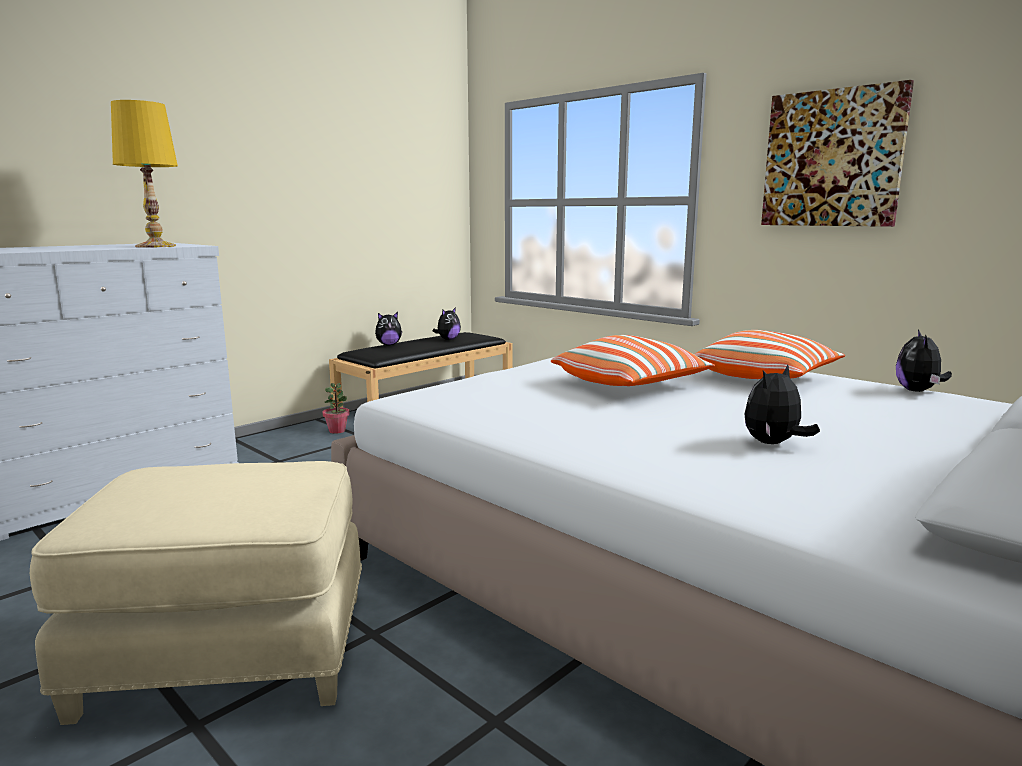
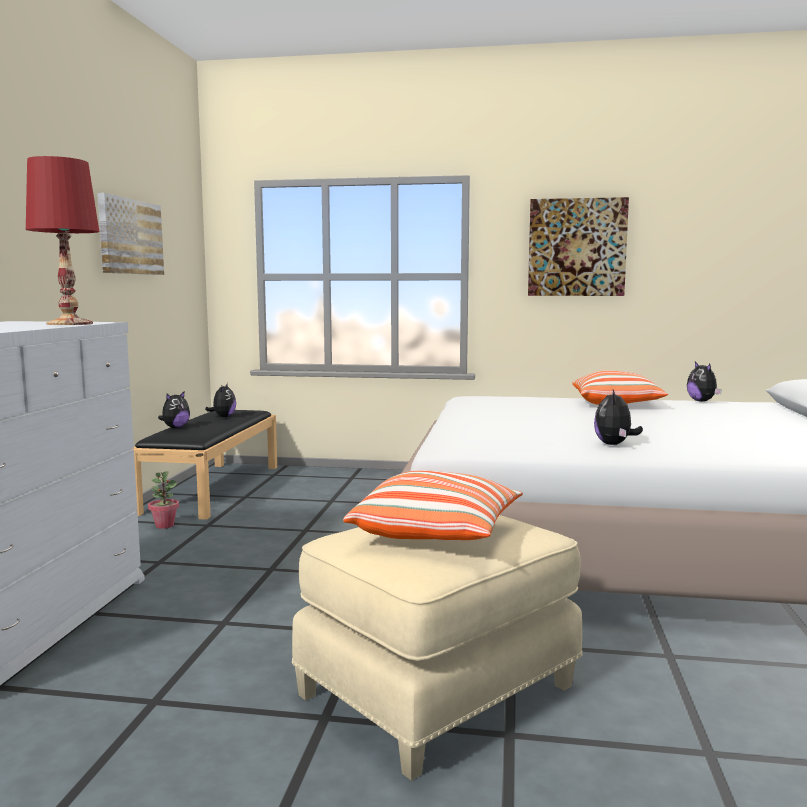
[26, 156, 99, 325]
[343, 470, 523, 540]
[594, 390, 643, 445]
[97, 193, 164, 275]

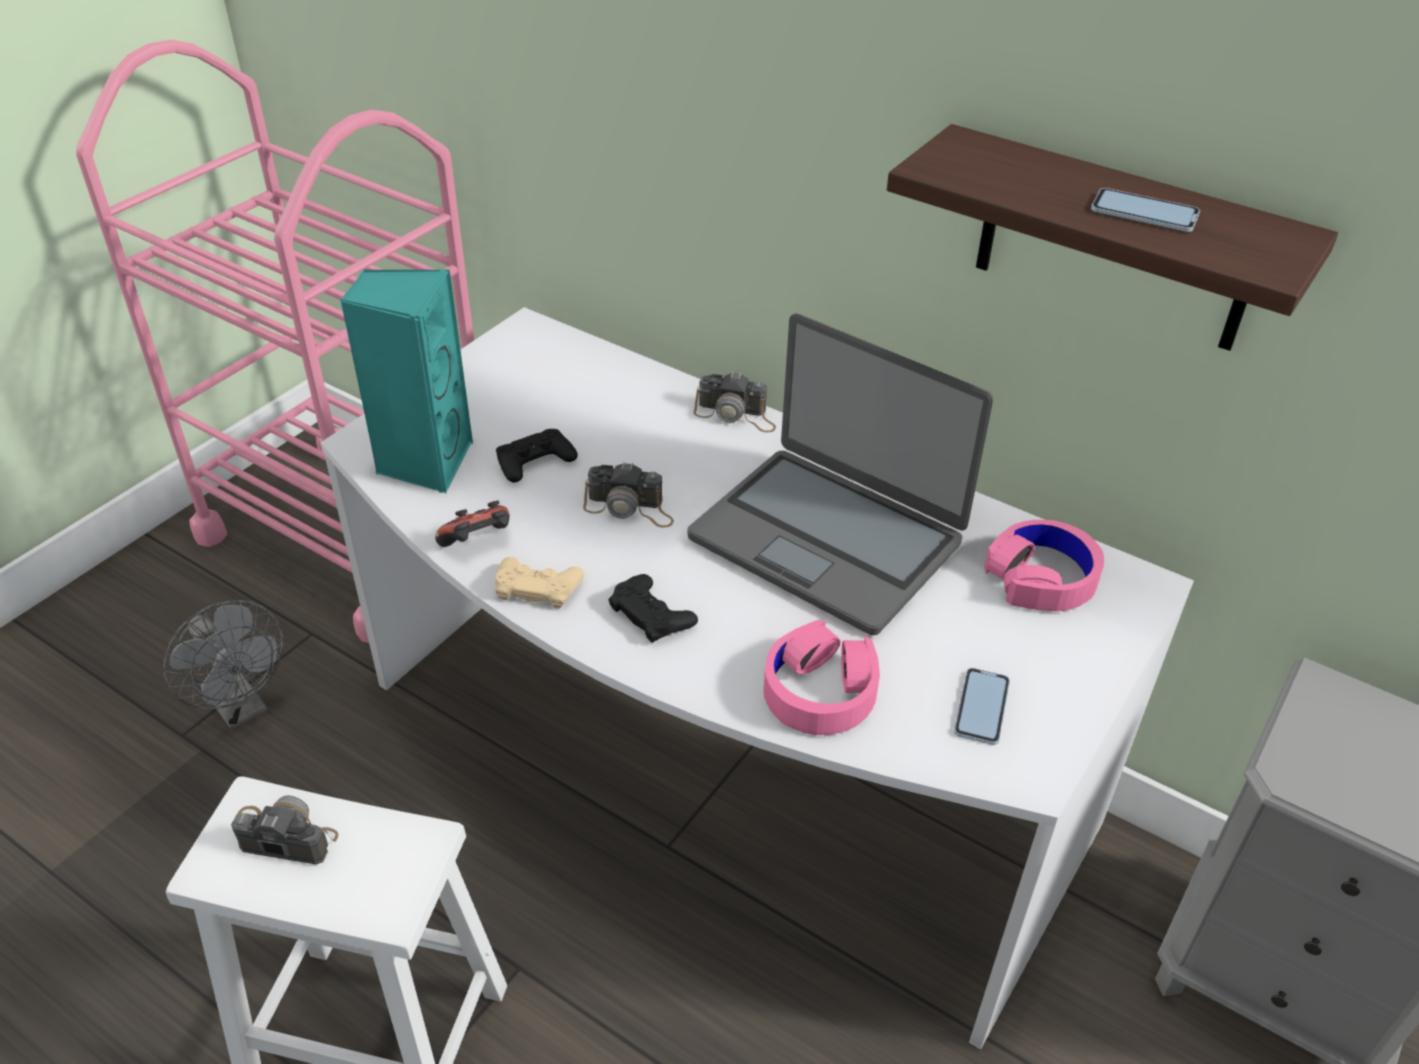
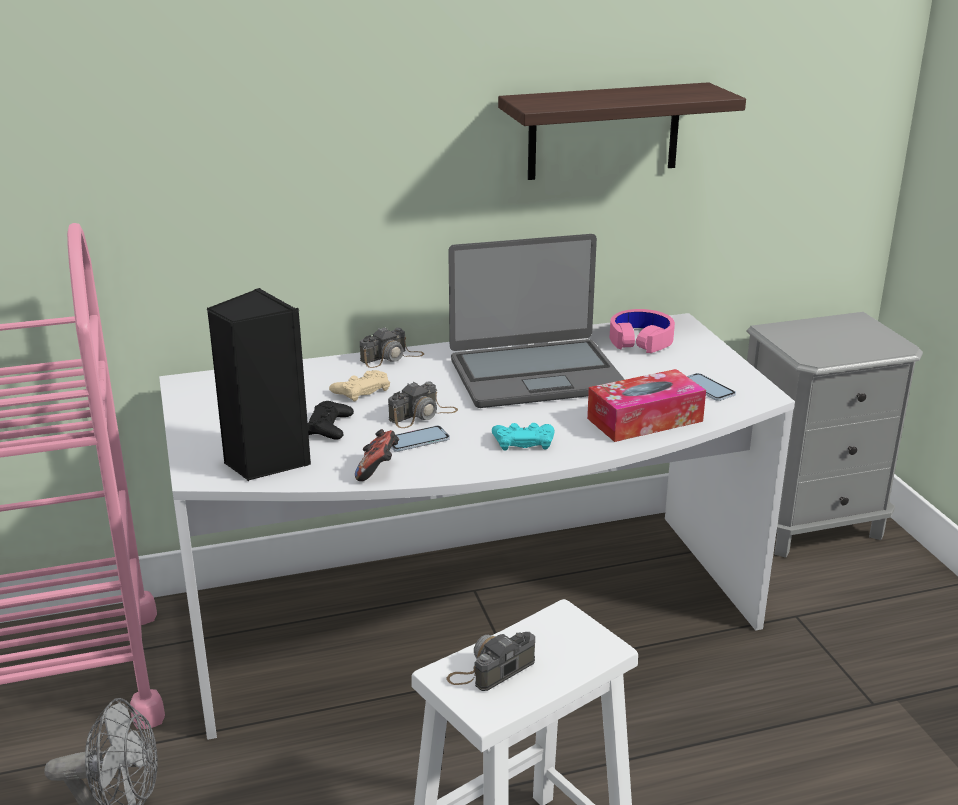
[207, 288, 311, 481]
[329, 370, 390, 402]
[492, 423, 554, 450]
[587, 369, 706, 442]
[391, 425, 450, 452]

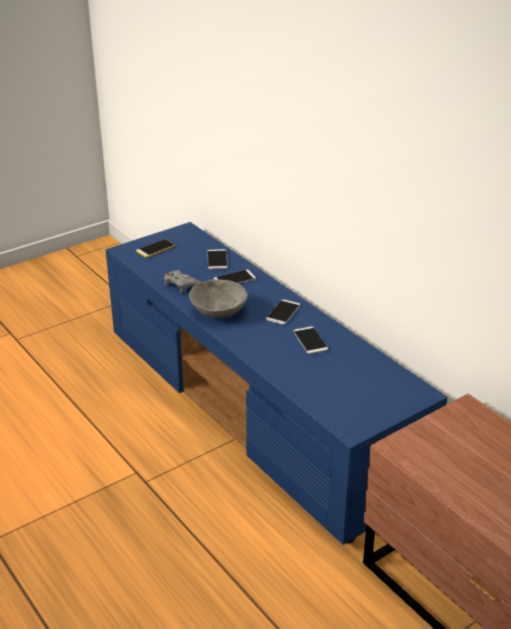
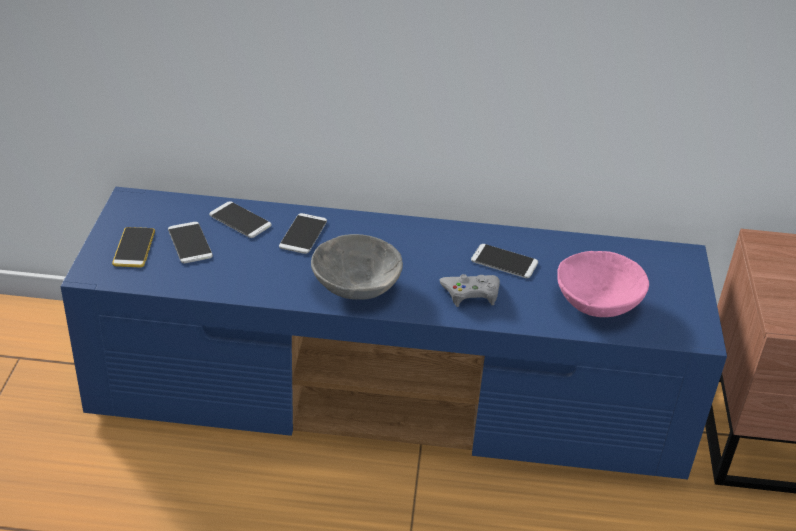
[440, 274, 500, 307]
[168, 222, 213, 263]
[557, 251, 649, 317]

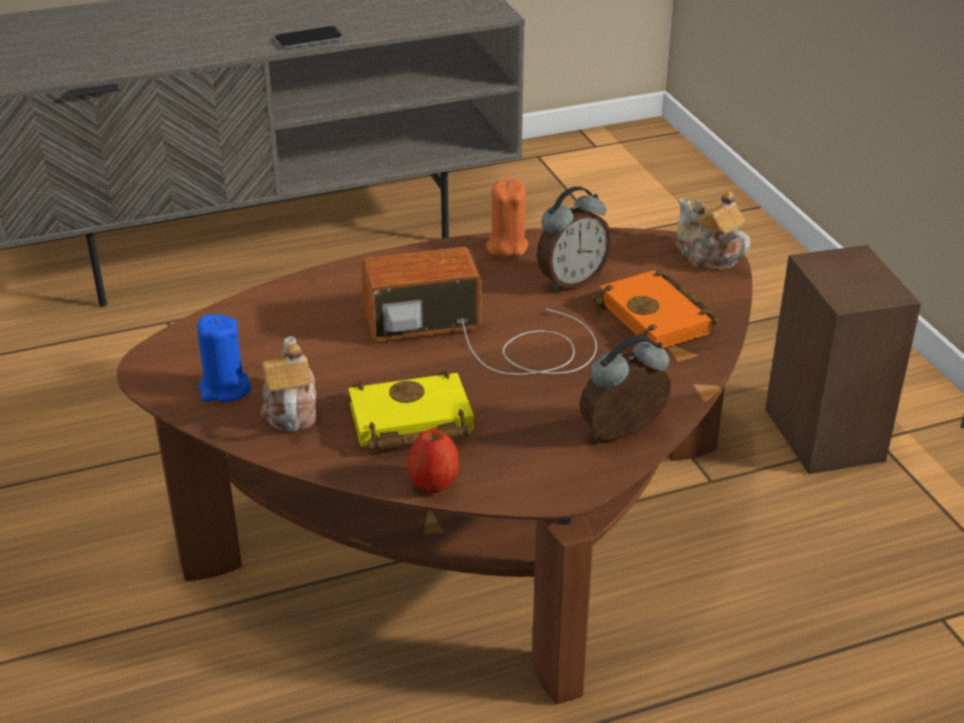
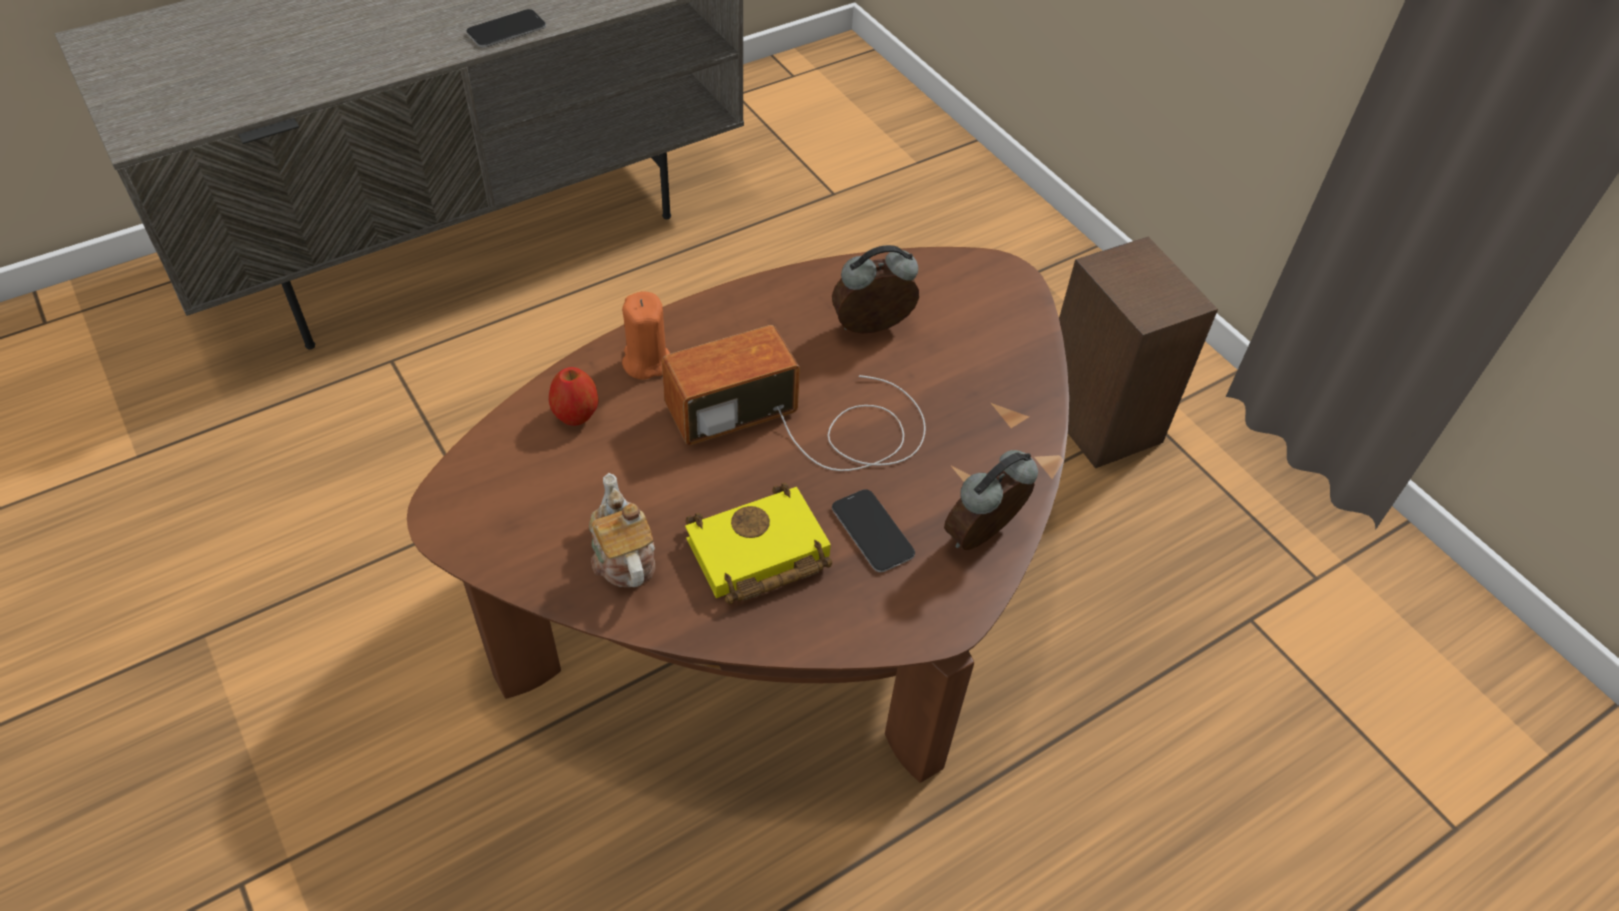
[197, 314, 251, 402] (first image)
[549, 367, 599, 426]
[622, 292, 670, 380]
[832, 245, 919, 334]
[591, 270, 719, 348] (first image)
[676, 191, 750, 270] (first image)
[832, 489, 915, 572]

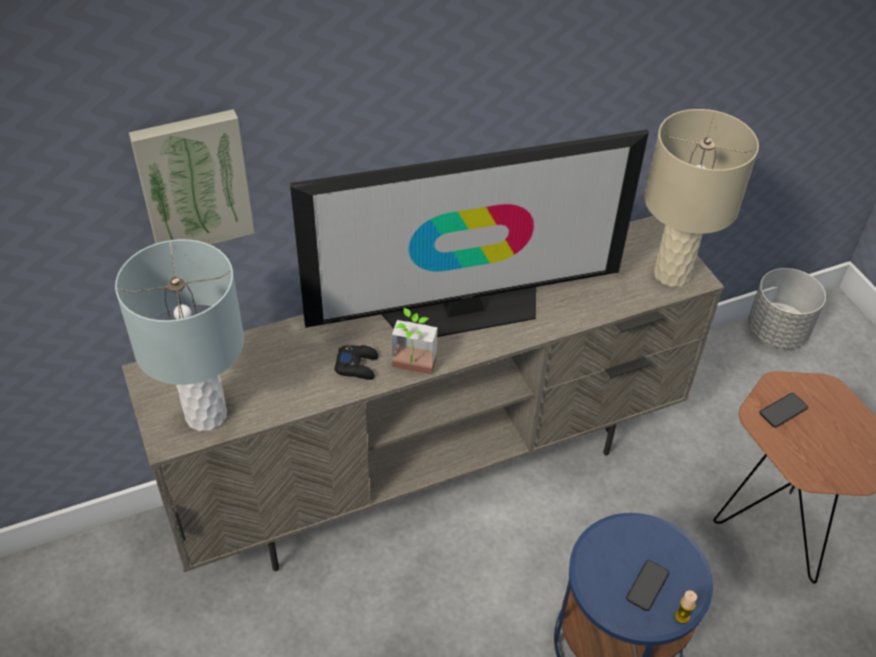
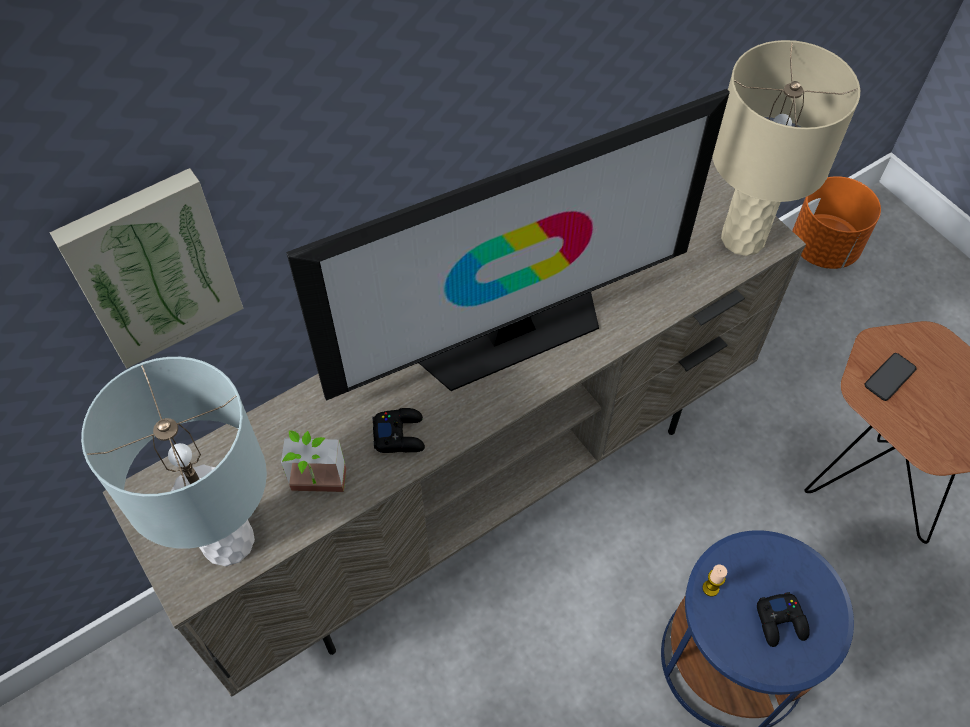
[281, 430, 346, 492]
[757, 592, 810, 647]
[702, 565, 727, 597]
[792, 176, 881, 269]

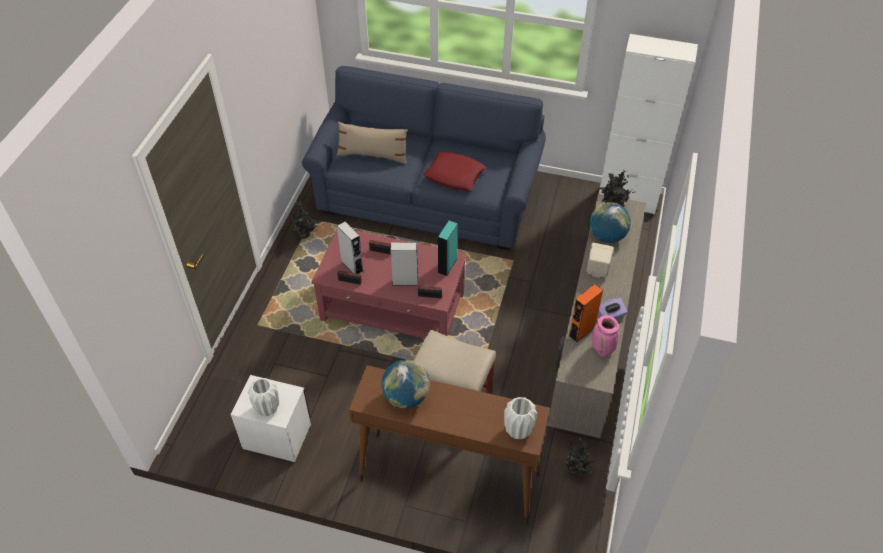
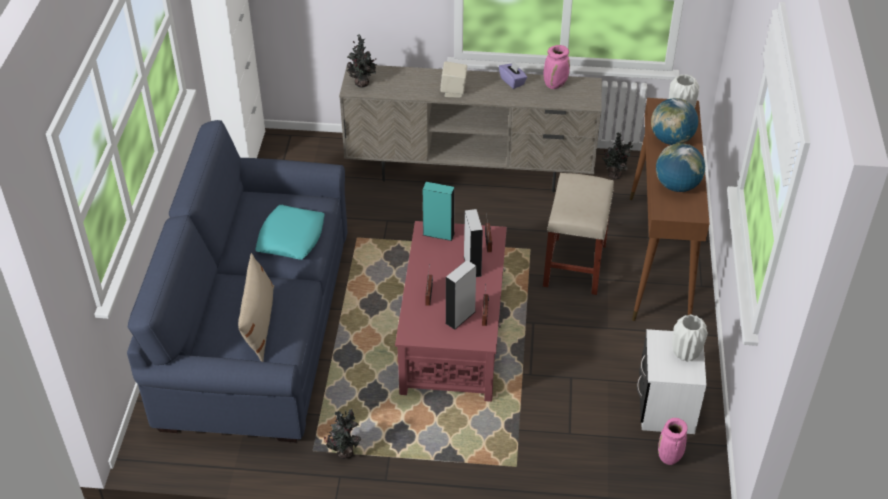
[255, 205, 325, 260]
[569, 284, 603, 343] (first image)
[651, 98, 698, 145]
[658, 418, 688, 465]

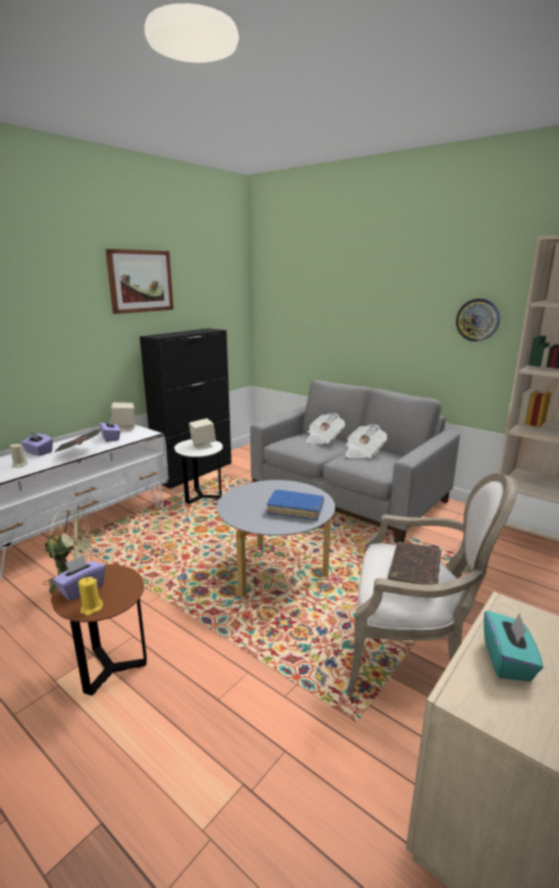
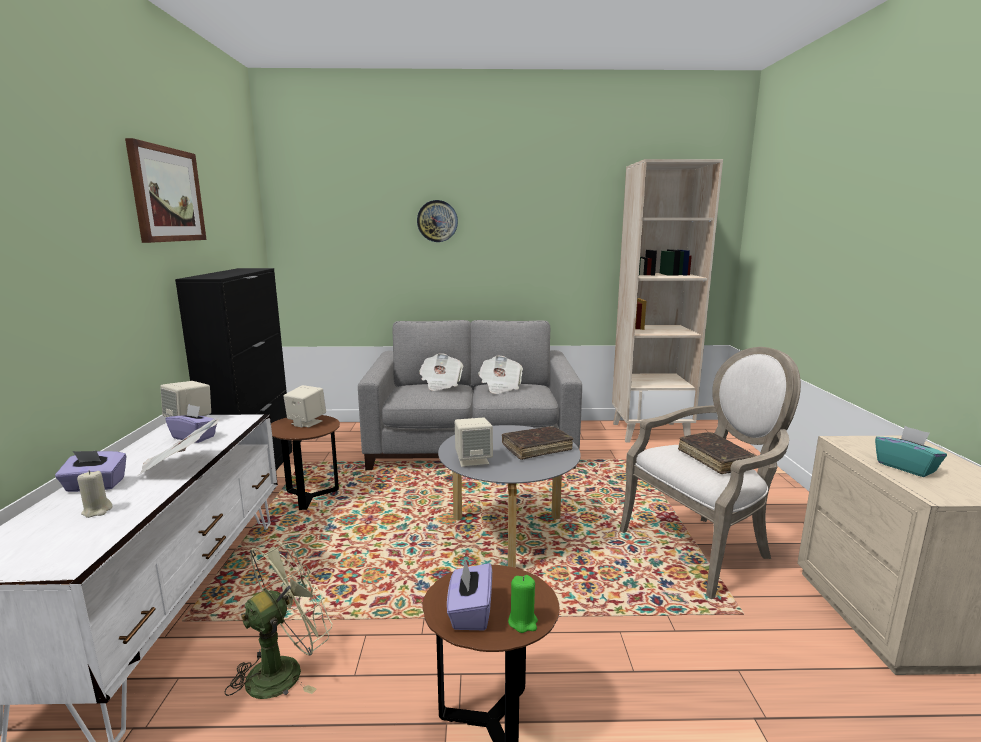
[508, 575, 538, 633]
[271, 415, 340, 510]
[502, 426, 573, 460]
[417, 200, 458, 242]
[455, 417, 493, 467]

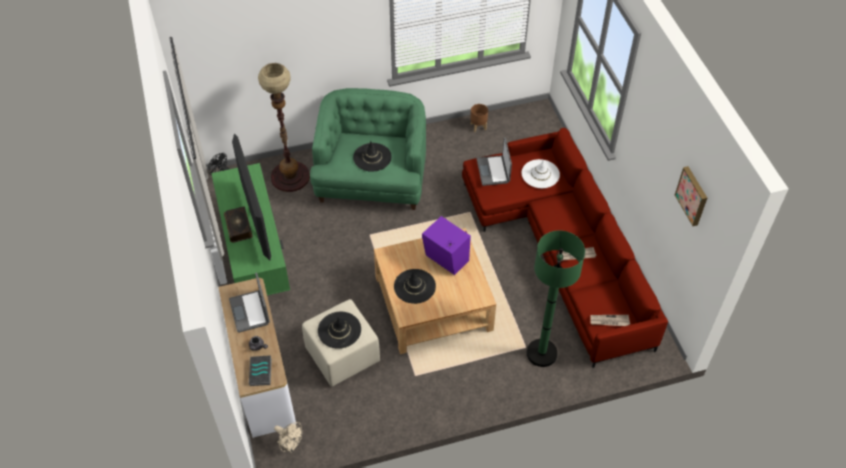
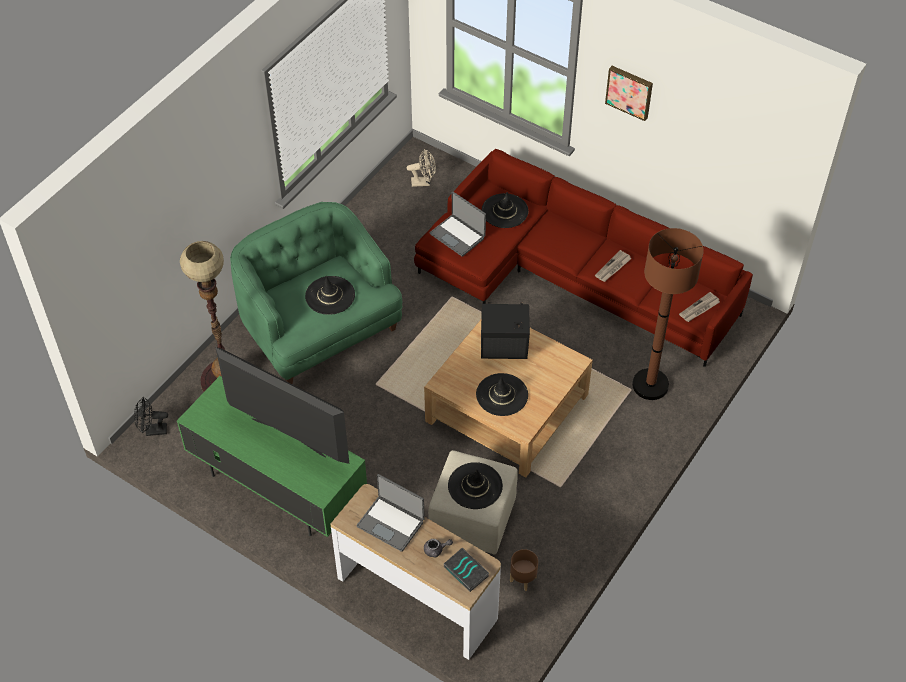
[224, 207, 253, 243] (first image)
[407, 149, 436, 187]
[481, 302, 530, 359]
[510, 549, 538, 591]
[482, 192, 528, 228]
[632, 228, 704, 400]
[605, 66, 653, 121]

